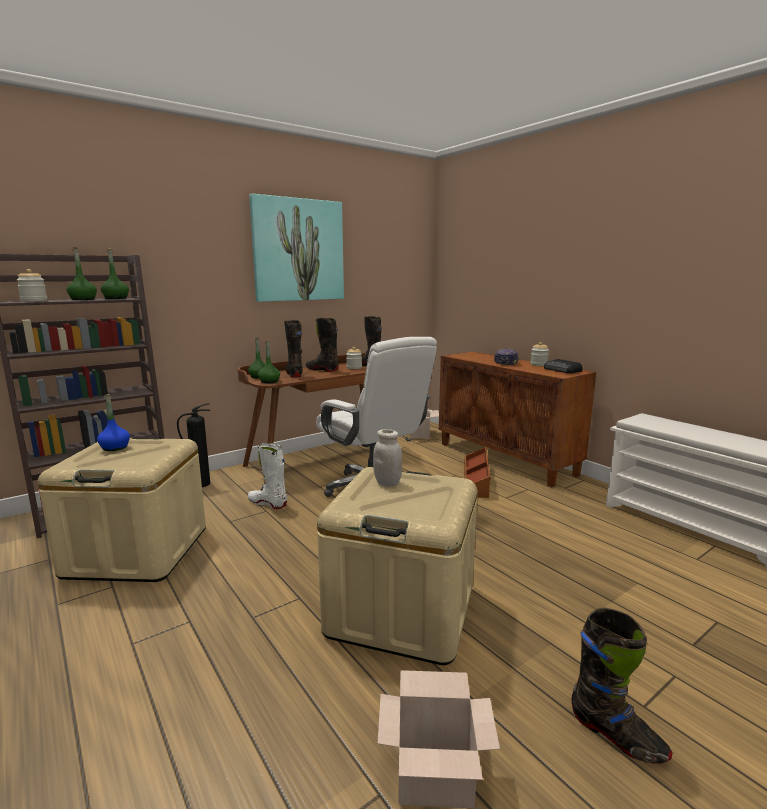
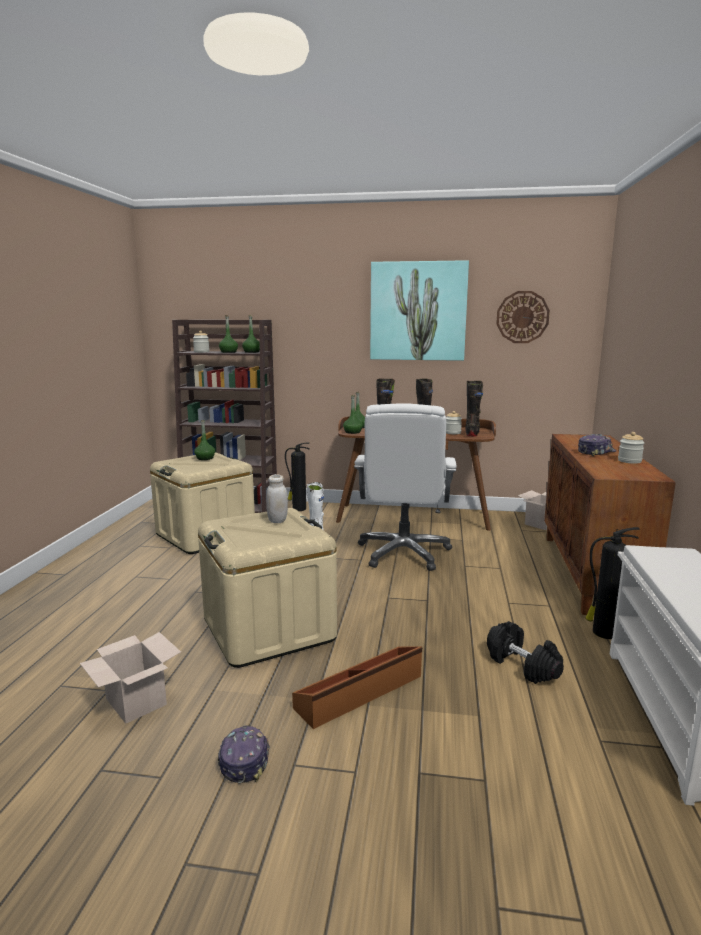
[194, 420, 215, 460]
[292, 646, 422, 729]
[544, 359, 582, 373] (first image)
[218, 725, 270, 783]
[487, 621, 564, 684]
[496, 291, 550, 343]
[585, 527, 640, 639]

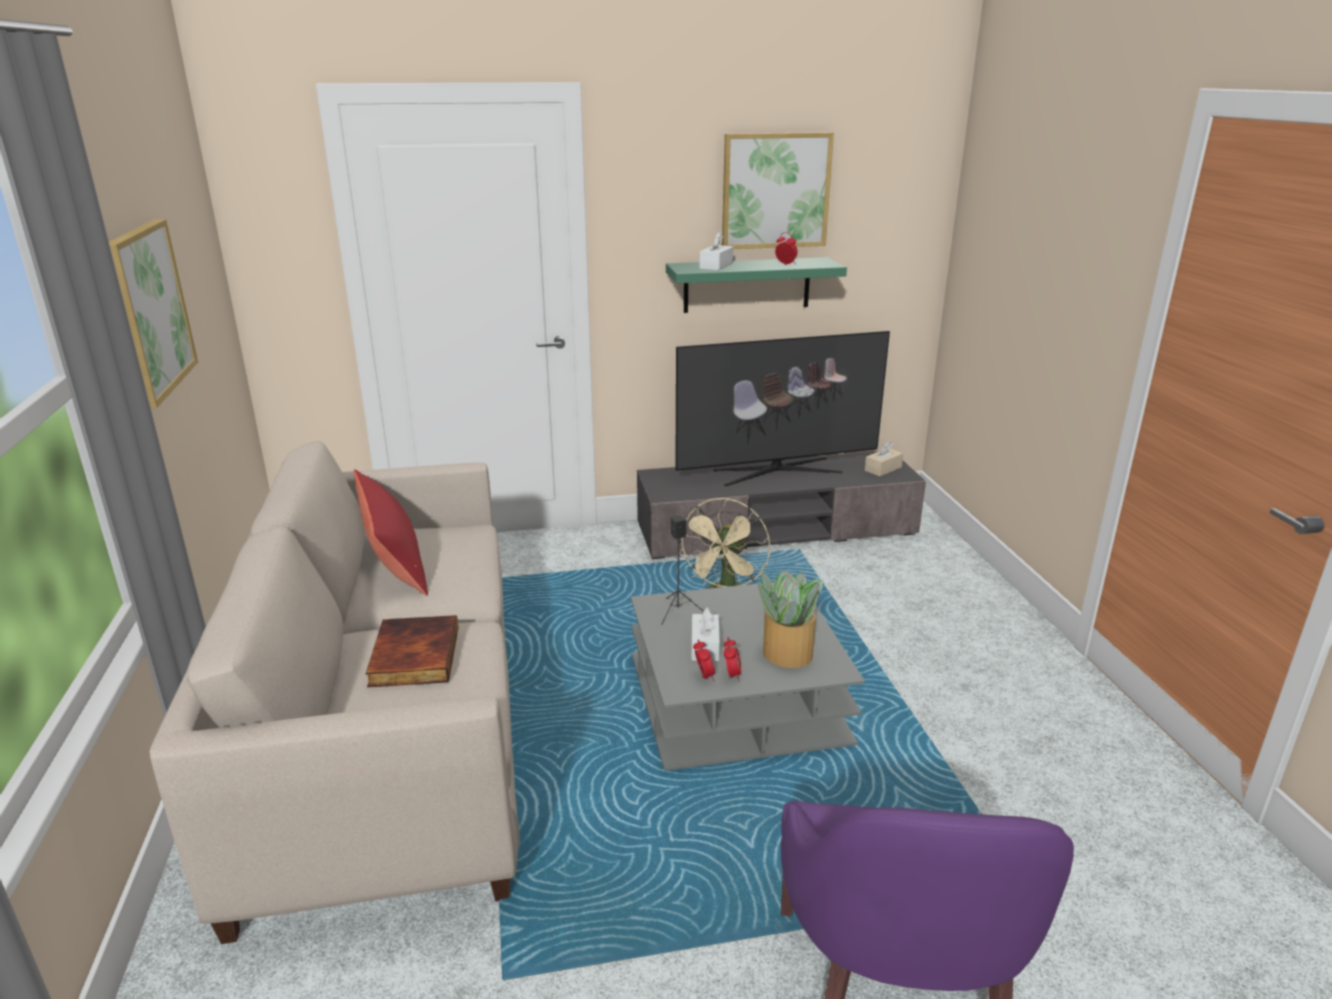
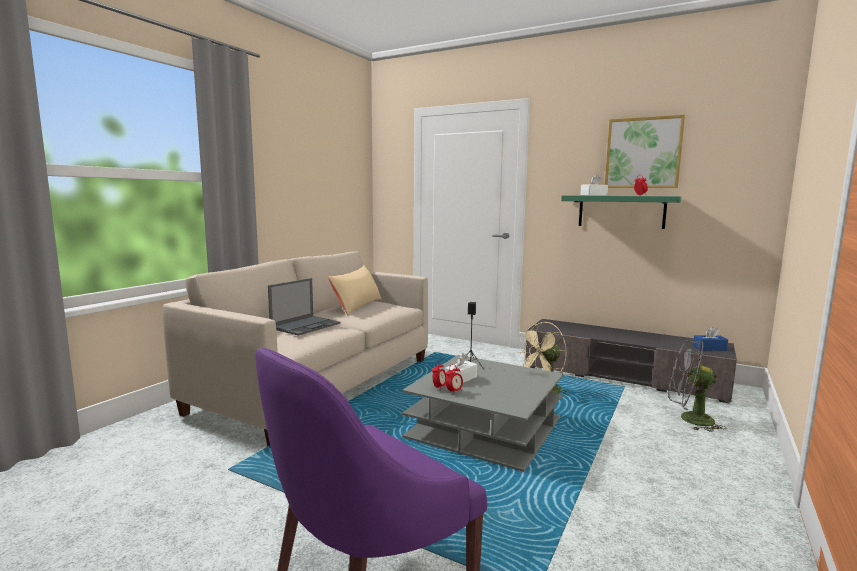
[109, 219, 198, 409] (first image)
[328, 265, 381, 316]
[268, 278, 340, 336]
[675, 331, 890, 486] (first image)
[757, 570, 823, 668] (first image)
[693, 327, 728, 351]
[668, 339, 726, 432]

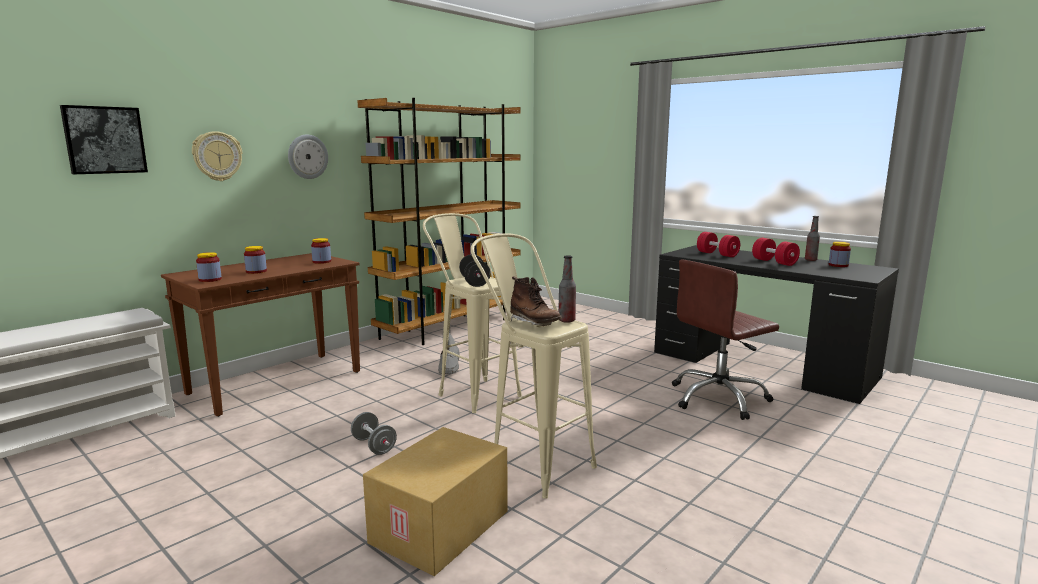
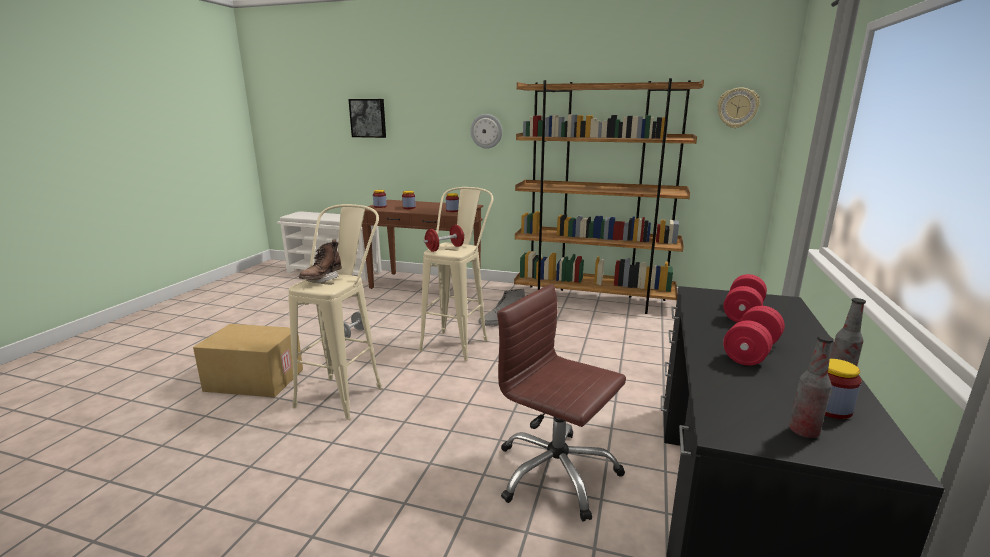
[717, 88, 760, 128]
[424, 225, 465, 252]
[789, 335, 834, 438]

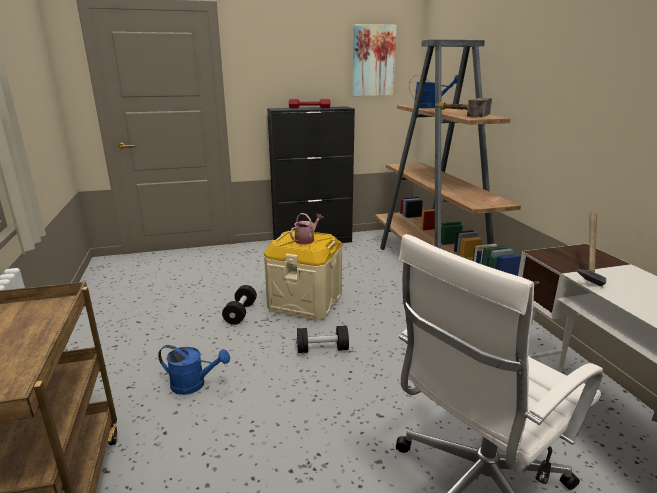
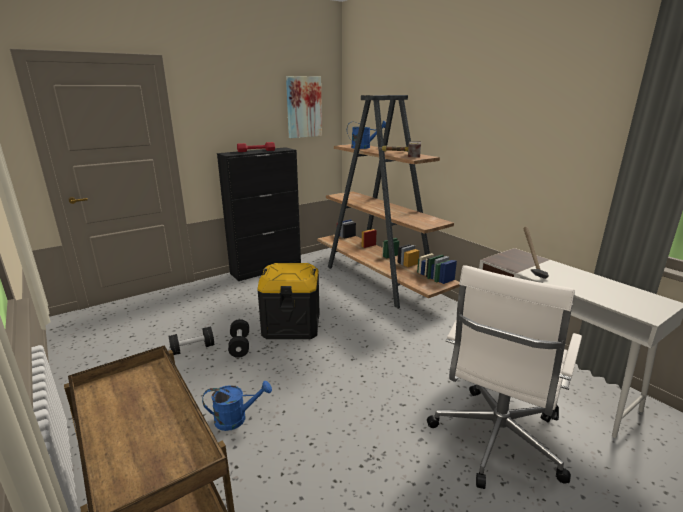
[257, 263, 320, 339]
[290, 213, 323, 244] (first image)
[168, 326, 214, 355]

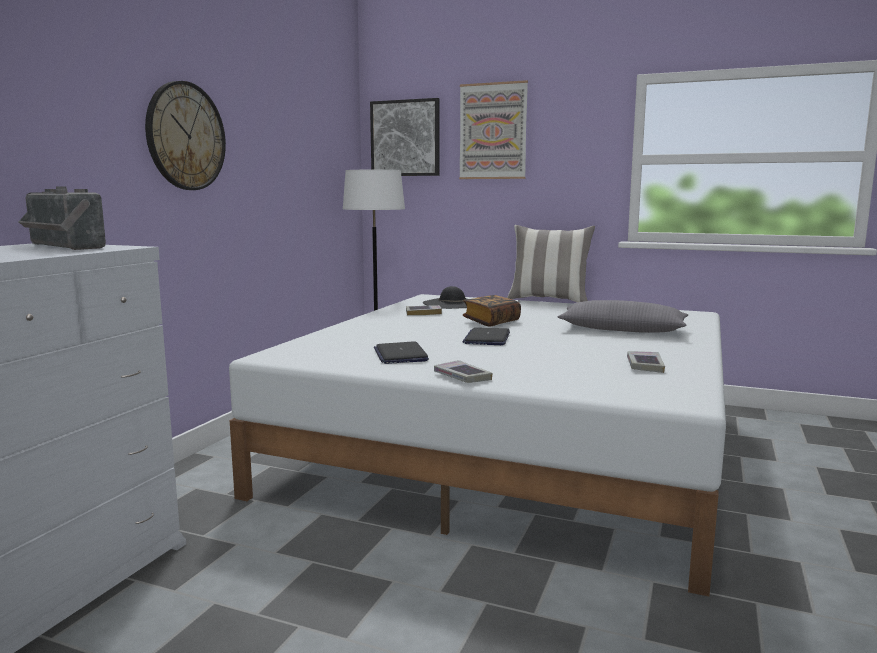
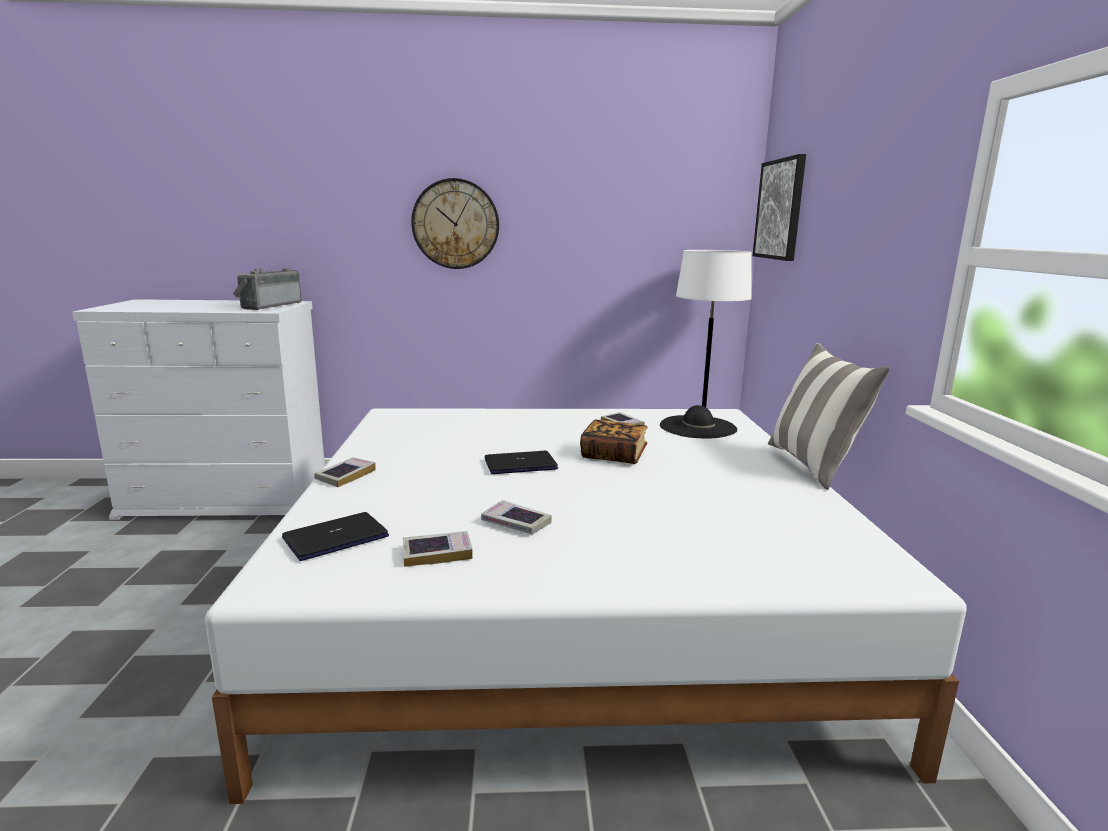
[282, 512, 389, 561]
[459, 80, 528, 179] (first image)
[558, 300, 688, 333] (first image)
[481, 500, 552, 534]

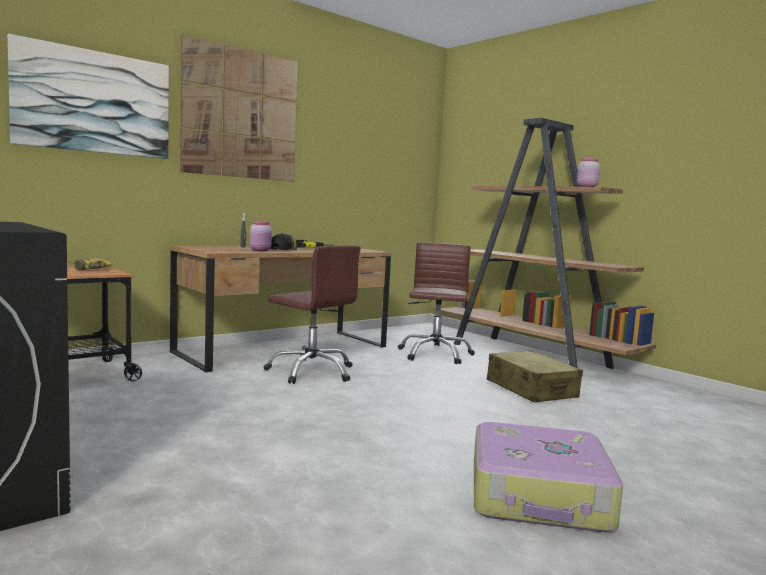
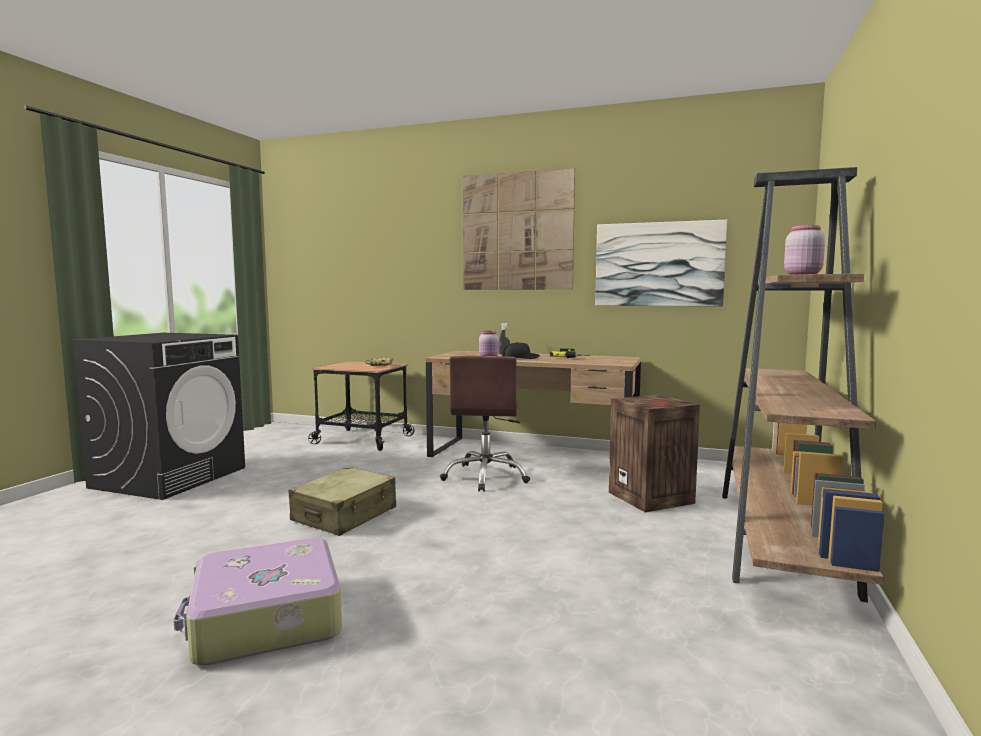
[595, 220, 727, 306]
[609, 395, 700, 512]
[289, 467, 396, 536]

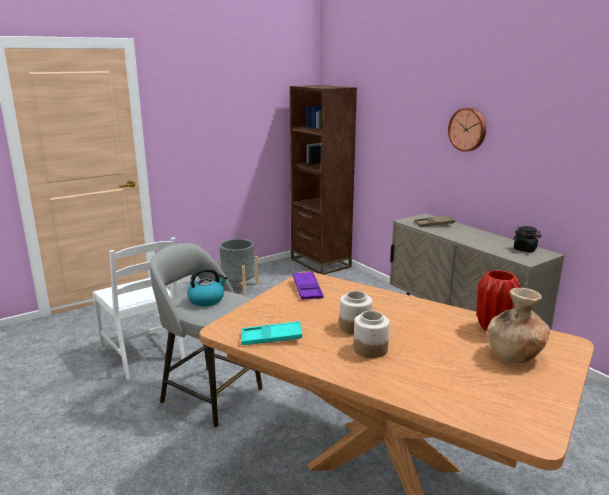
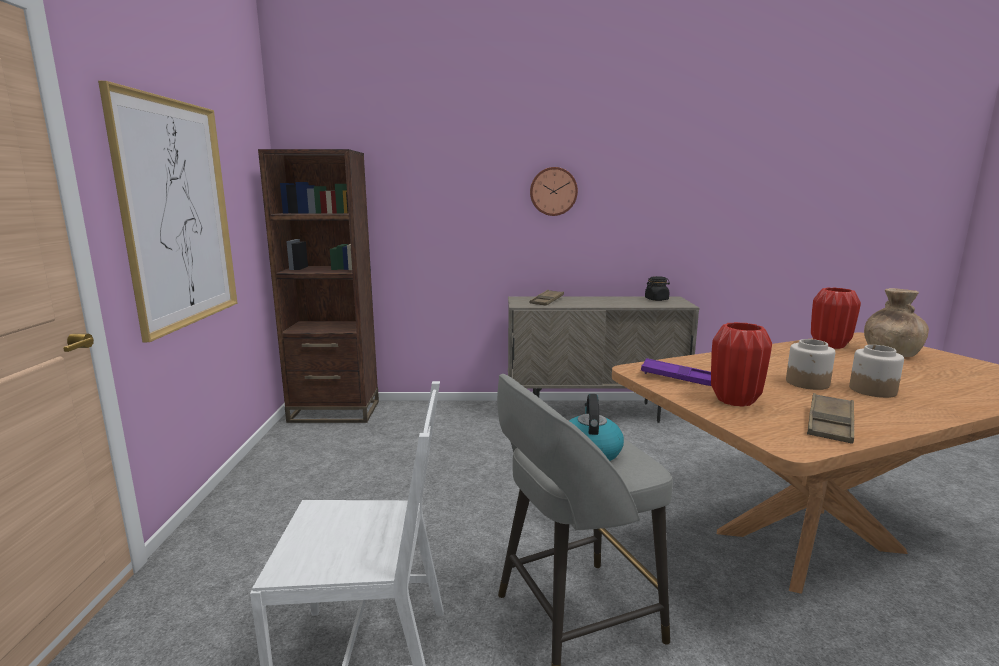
[216, 239, 259, 296] (first image)
[807, 393, 854, 444]
[98, 81, 238, 342]
[711, 322, 772, 407]

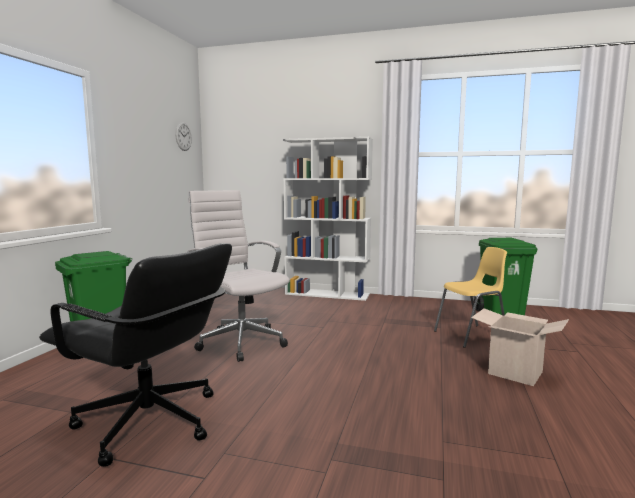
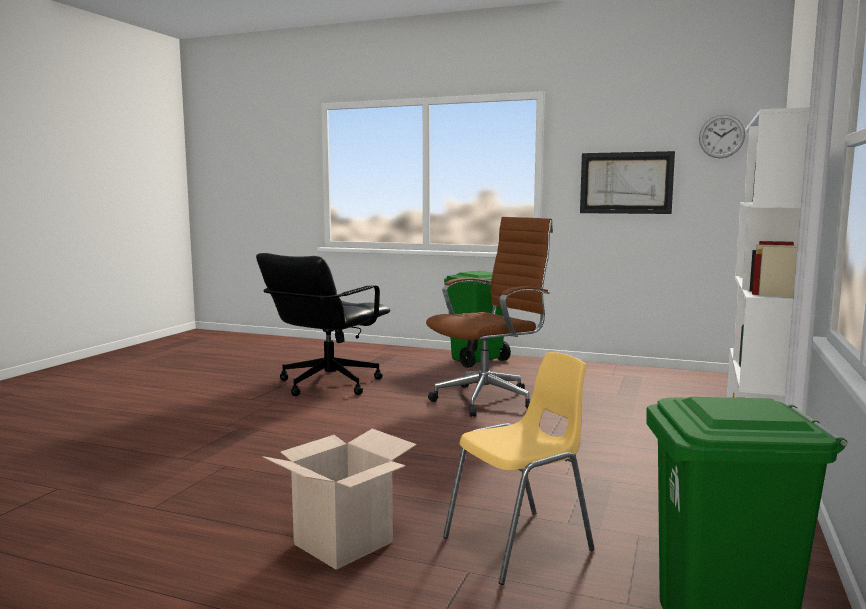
[426, 217, 553, 417]
[443, 352, 595, 585]
[580, 151, 675, 214]

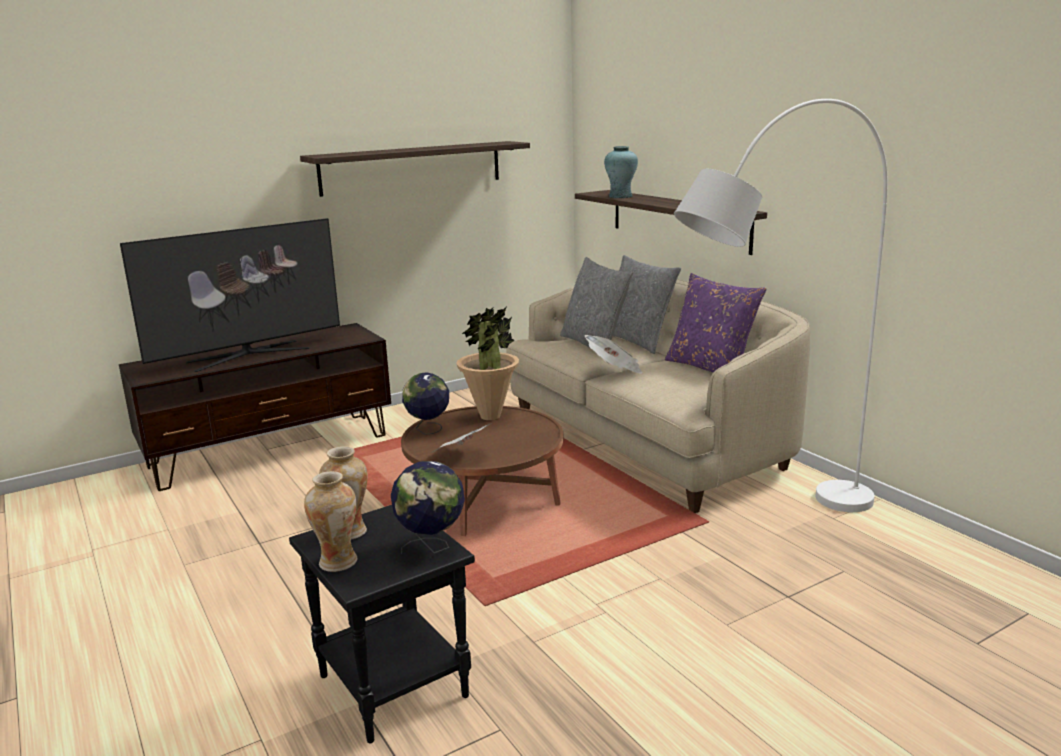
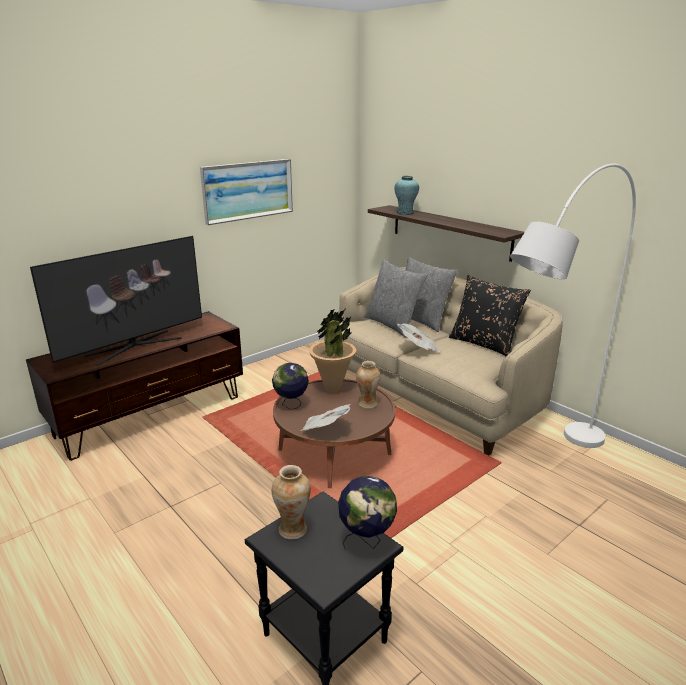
[200, 159, 293, 225]
[356, 361, 380, 409]
[449, 275, 531, 356]

